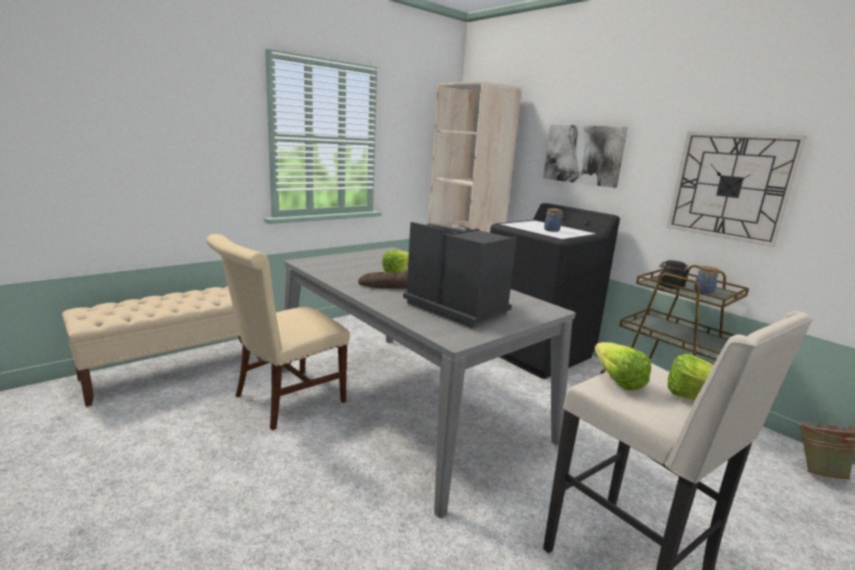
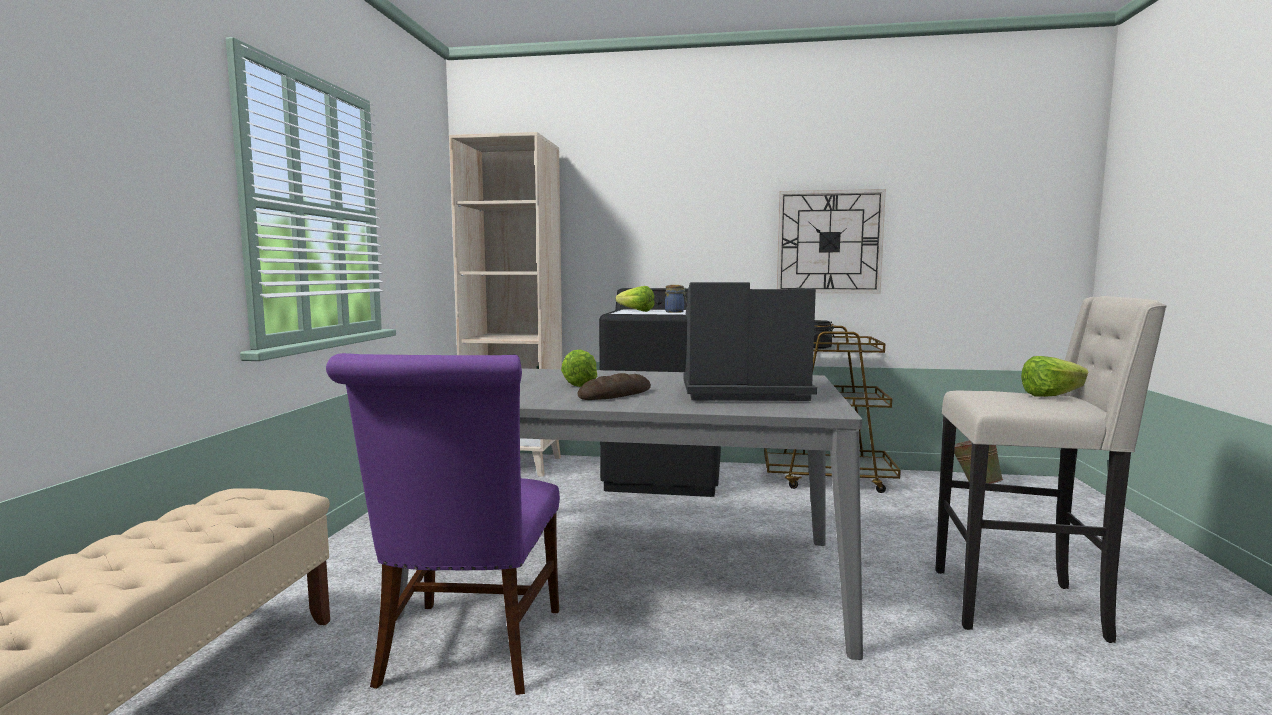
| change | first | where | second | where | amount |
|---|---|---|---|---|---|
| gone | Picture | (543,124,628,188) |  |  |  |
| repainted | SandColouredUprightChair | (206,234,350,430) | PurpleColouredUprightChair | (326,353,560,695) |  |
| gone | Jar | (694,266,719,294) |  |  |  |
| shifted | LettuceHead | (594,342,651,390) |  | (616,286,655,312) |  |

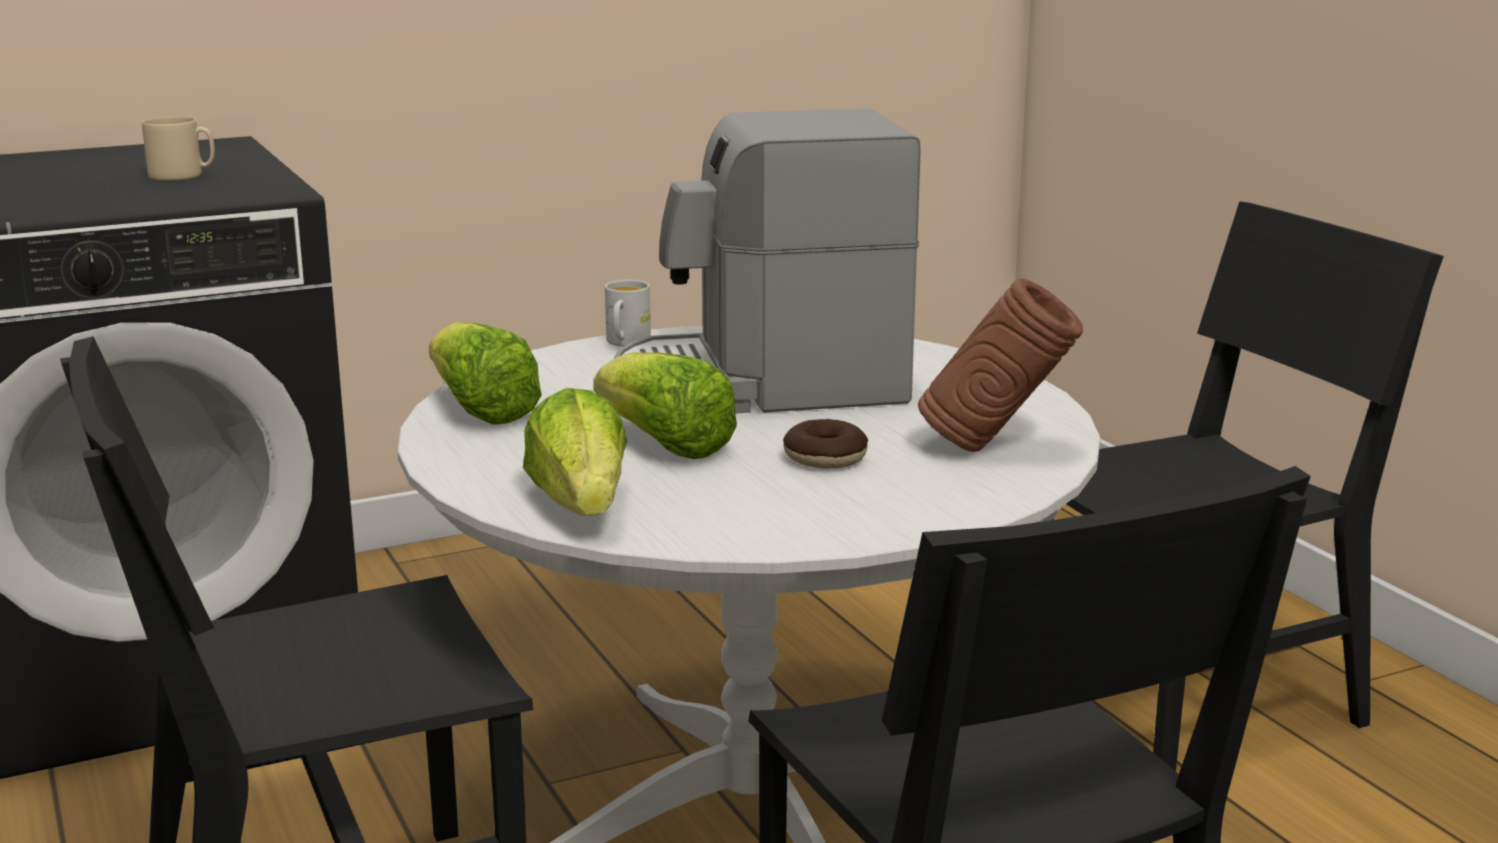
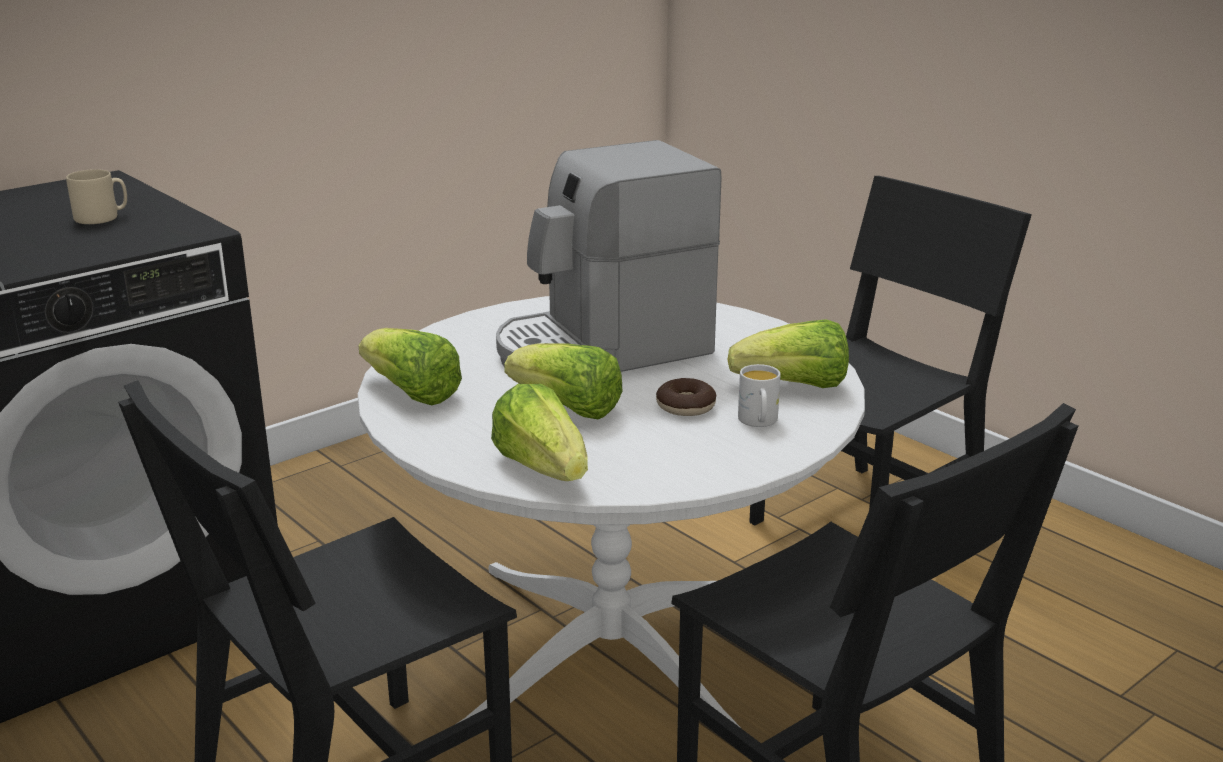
| change | first | where | second | where | amount |
|---|---|---|---|---|---|
| swapped | BrownColouredFlowerVase | (918,278,1083,452) | LettuceHead | (727,319,849,388) |  |
| shifted | WhitishMug | (605,280,651,347) |  | (738,364,781,427) |  |

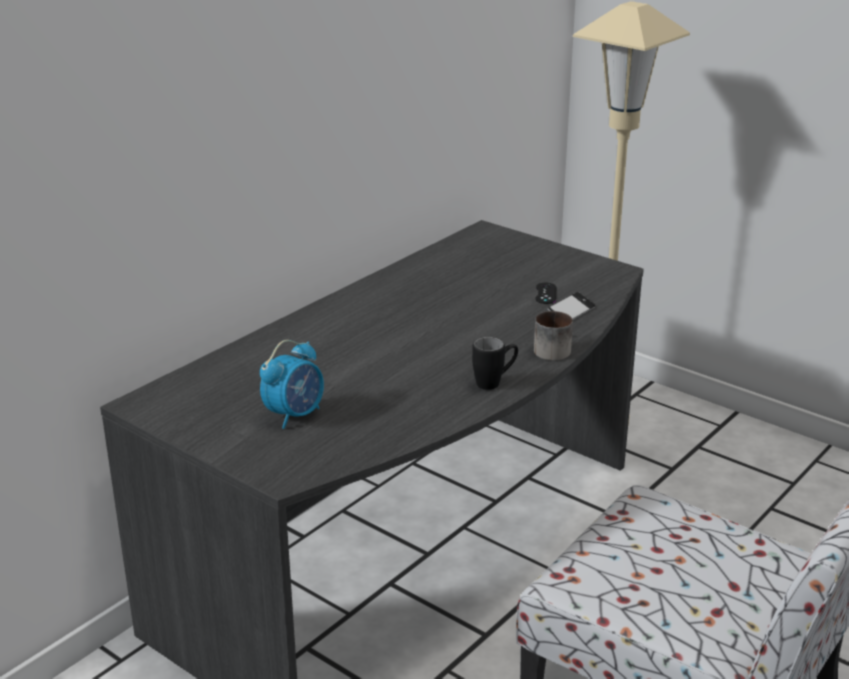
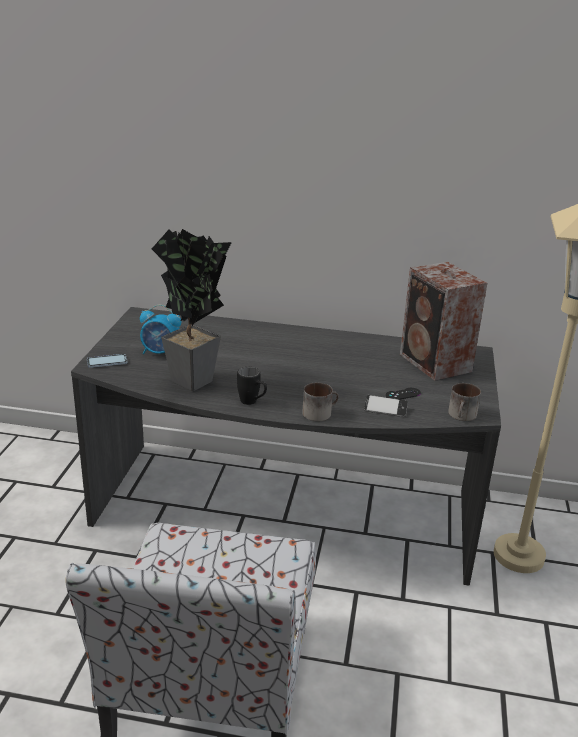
| change | first | where | second | where | amount |
|---|---|---|---|---|---|
| new |  |  | PottedPlant | (152,229,232,391) |  |
| new |  |  | Speaker | (400,262,487,381) |  |
| new |  |  | Phone | (87,354,128,368) |  |
| new |  |  | Mug | (448,383,481,421) |  |

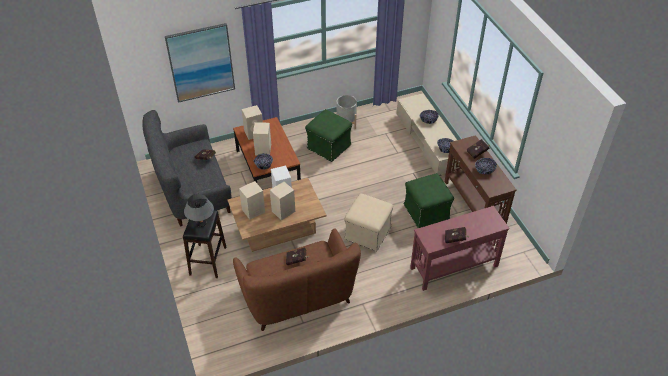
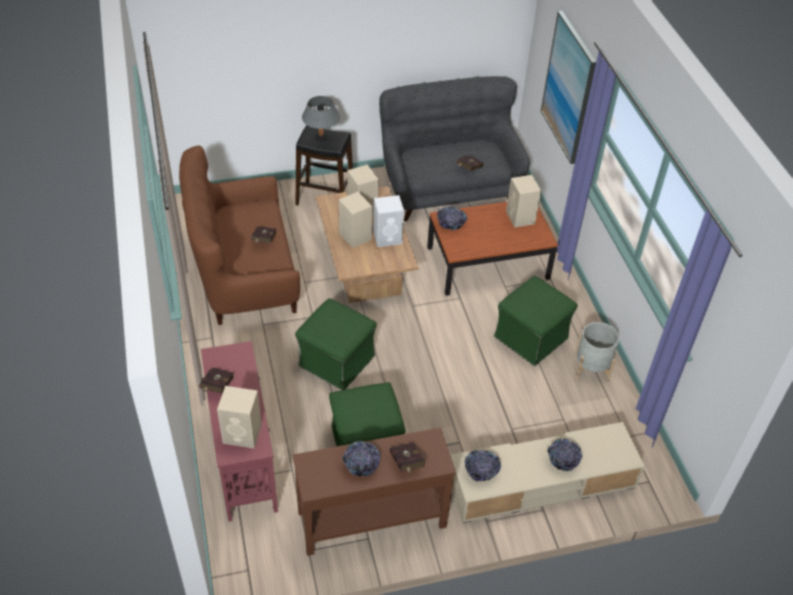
| change | first | where | second | where | amount |
|---|---|---|---|---|---|
| shifted | SandColouredSpeaker | (253,122,271,155) |  | (217,386,262,448) |  |
| repainted | SandColouredPouffe | (344,193,394,252) | GreenishPouffe | (295,298,377,390) |  |

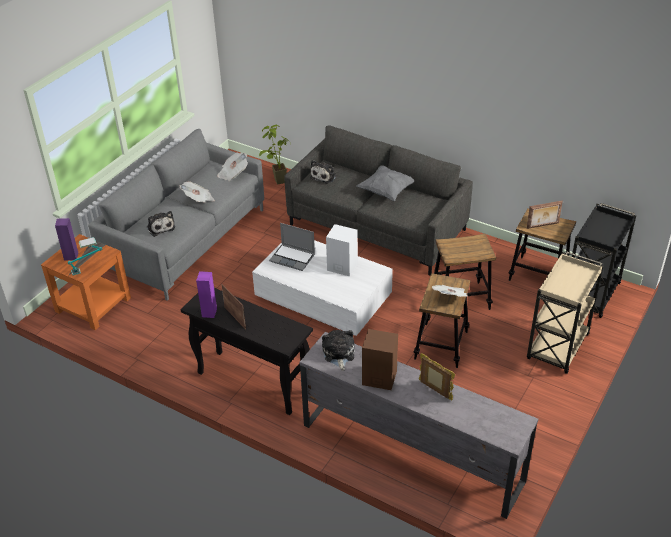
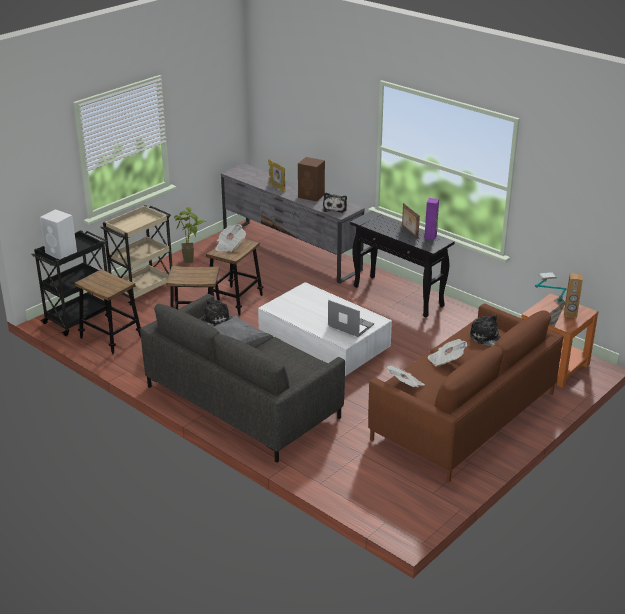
| change | first | where | second | where | amount |
|---|---|---|---|---|---|
| shifted | PottedPlant | (259,125,290,184) |  | (174,207,206,263) |  |
| repainted | GreyCouch | (88,129,264,301) | BrownColouredCouch | (368,303,564,482) |  |
| shifted | PlushToy | (310,160,336,184) |  | (201,300,231,327) |  |
| gone | PhotoFrame | (526,201,563,229) |  |  |  |
| repainted | PurpleColouredSpeaker | (55,218,78,260) | BrownColouredSpeaker | (564,273,583,318) |  |
| shifted | WhitishSpeaker | (326,224,358,276) |  | (40,209,77,259) |  |

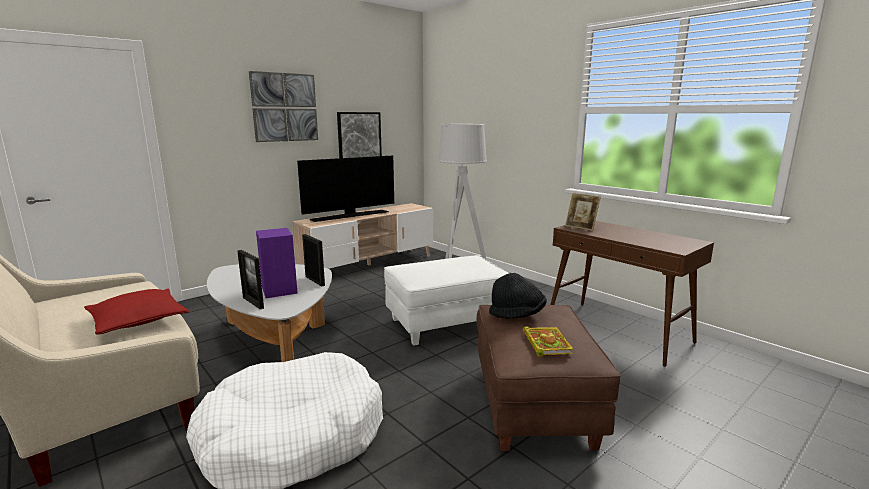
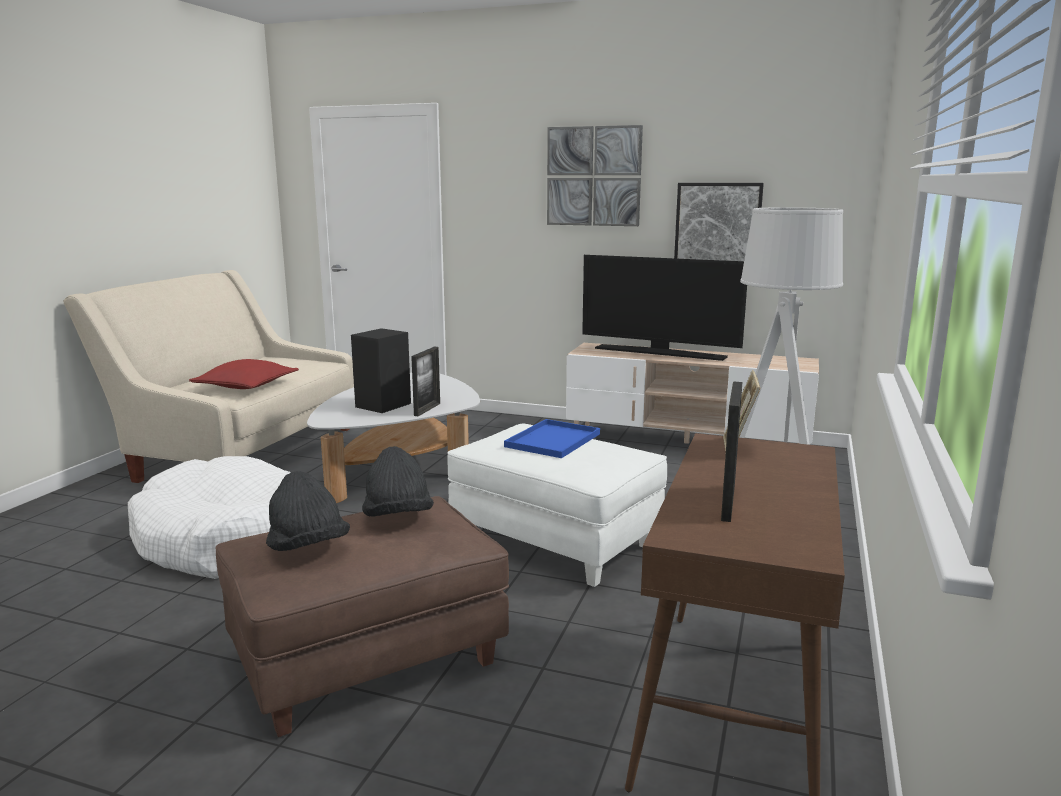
| change | first | where | second | where | amount |
|---|---|---|---|---|---|
| repainted | PurpleColouredSpeaker | (256,228,298,298) | BlackishSpeaker | (351,328,411,413) |  |
| shifted | PhotoFrame | (237,250,264,309) |  | (721,382,742,522) |  |
| swapped | Volume | (523,326,573,357) | BlackishWearableHat | (266,471,350,551) |  |
| new |  |  | BlueColouredTray | (504,419,600,458) |  |

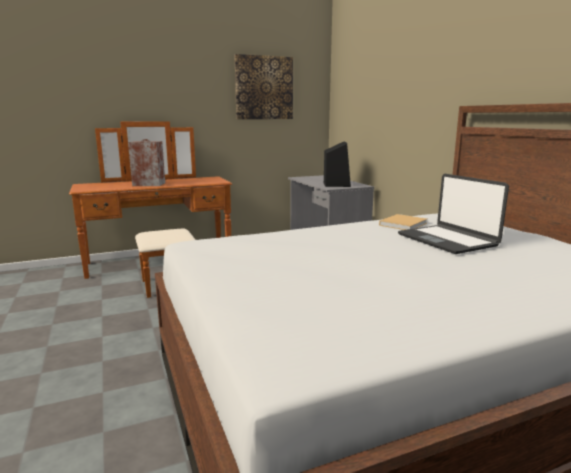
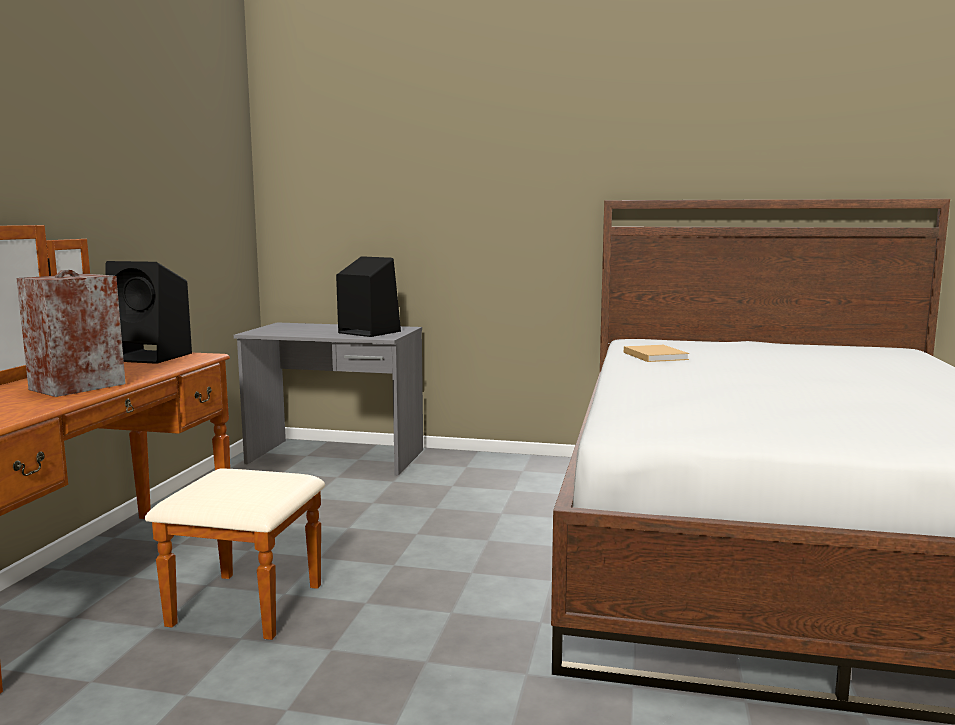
| change | first | where | second | where | amount |
|---|---|---|---|---|---|
| gone | Picture | (234,54,293,119) |  |  |  |
| gone | Laptop | (398,174,509,254) |  |  |  |
| new |  |  | BlackishSpeaker | (106,261,192,364) |  |

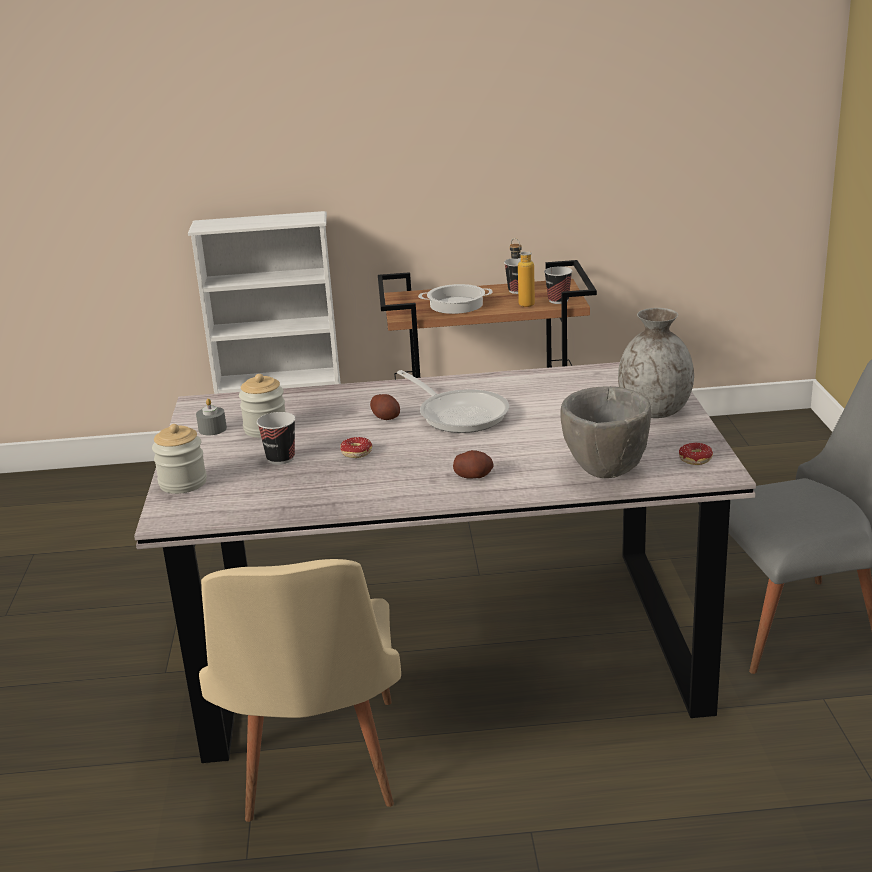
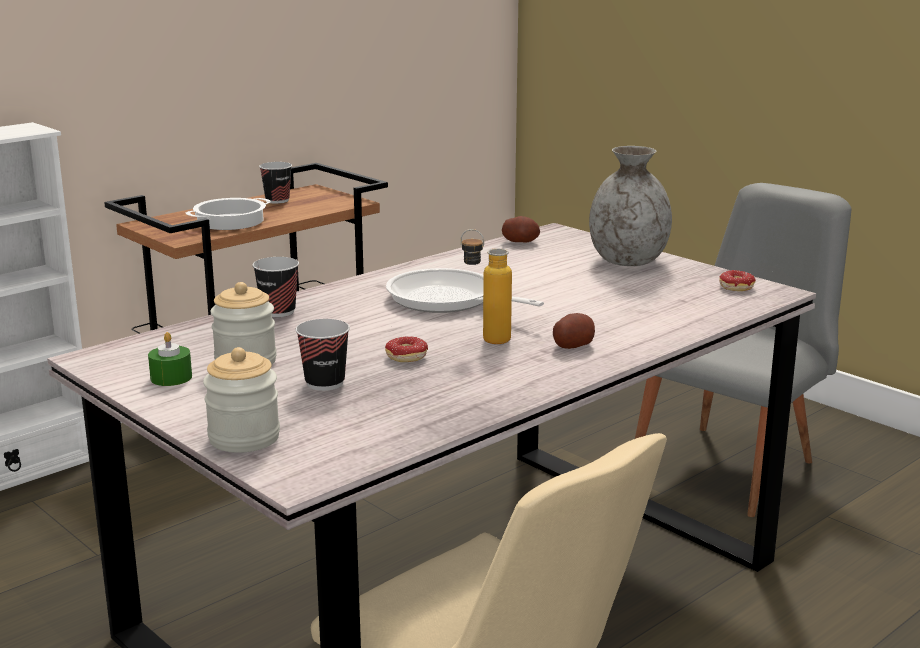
| change | first | where | second | where | amount |
|---|---|---|---|---|---|
| shifted | DrinkBottle | (510,238,535,307) |  | (460,229,512,344) |  |
| shifted | SmallCup | (544,267,572,304) |  | (252,257,299,317) |  |
| rotated | Skillet | (397,370,509,433) |  | (386,268,544,313) | 150 degrees counterclockwise |
| gone | GreyDeepDish | (561,386,651,478) |  |  |  |
| shifted | WholePotato | (370,394,400,420) |  | (502,216,540,243) |  |
| repainted | GreyWaxCandle | (196,399,227,435) | GreenishWaxCandle | (148,332,192,386) |  |

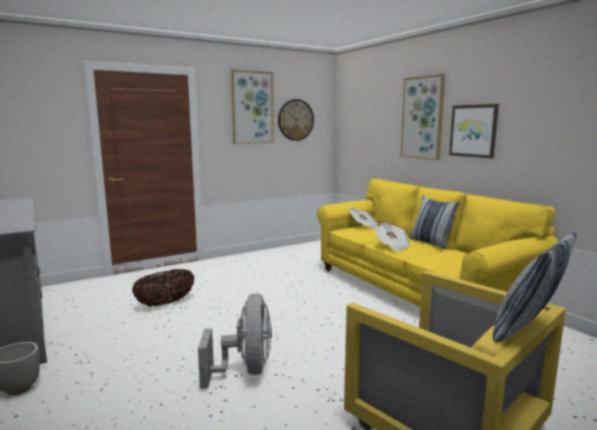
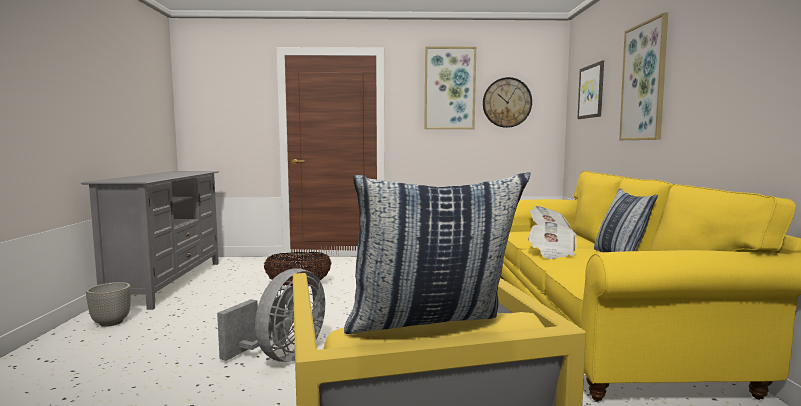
| change | first | where | second | where | amount |
|---|---|---|---|---|---|
| shifted | Picture | (449,104,499,159) |  | (577,61,604,119) |  |

